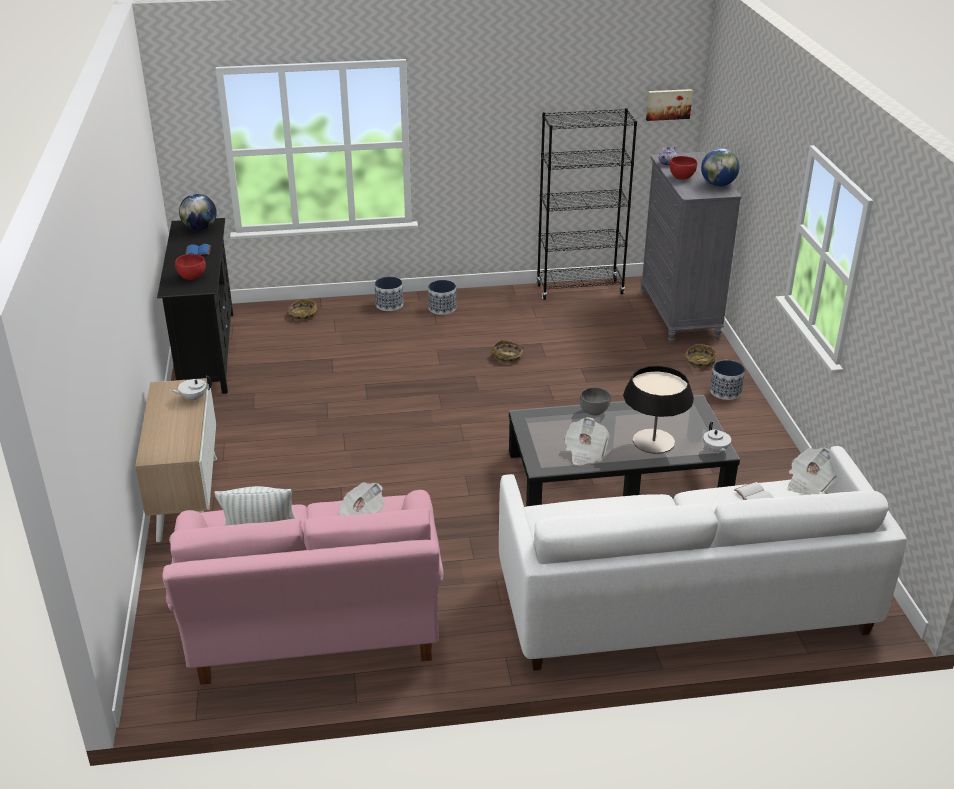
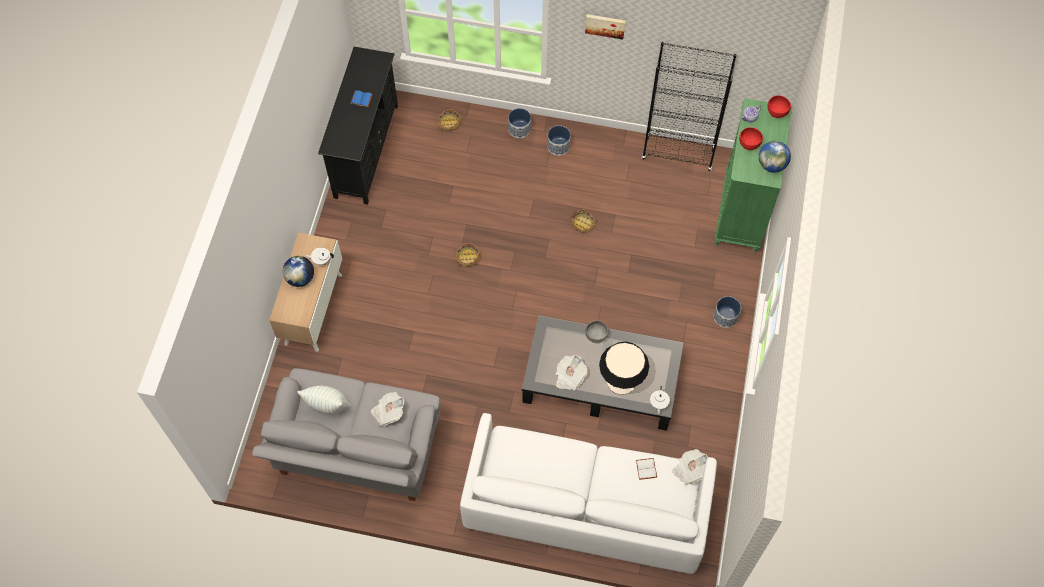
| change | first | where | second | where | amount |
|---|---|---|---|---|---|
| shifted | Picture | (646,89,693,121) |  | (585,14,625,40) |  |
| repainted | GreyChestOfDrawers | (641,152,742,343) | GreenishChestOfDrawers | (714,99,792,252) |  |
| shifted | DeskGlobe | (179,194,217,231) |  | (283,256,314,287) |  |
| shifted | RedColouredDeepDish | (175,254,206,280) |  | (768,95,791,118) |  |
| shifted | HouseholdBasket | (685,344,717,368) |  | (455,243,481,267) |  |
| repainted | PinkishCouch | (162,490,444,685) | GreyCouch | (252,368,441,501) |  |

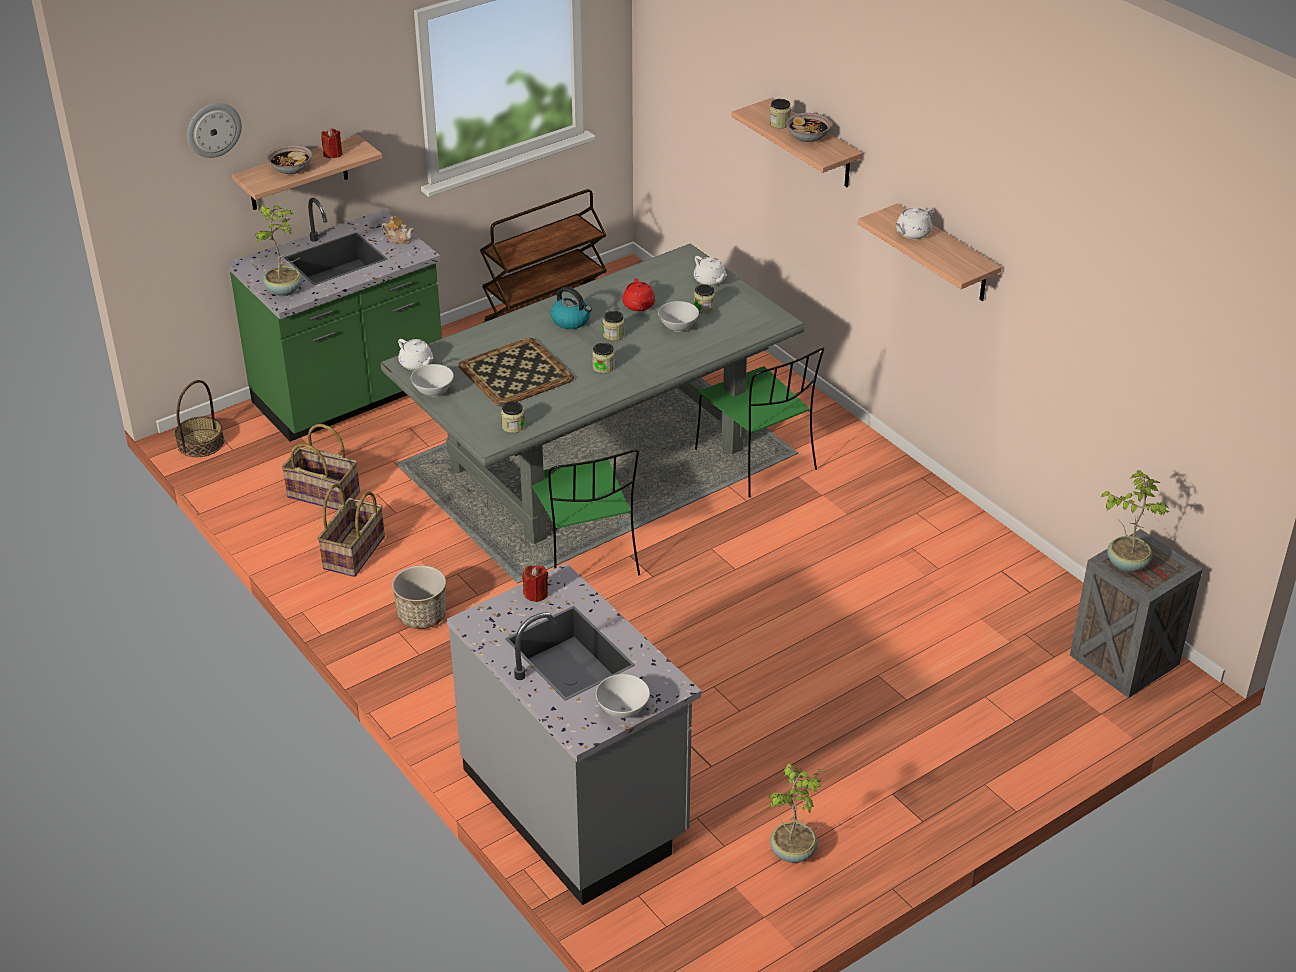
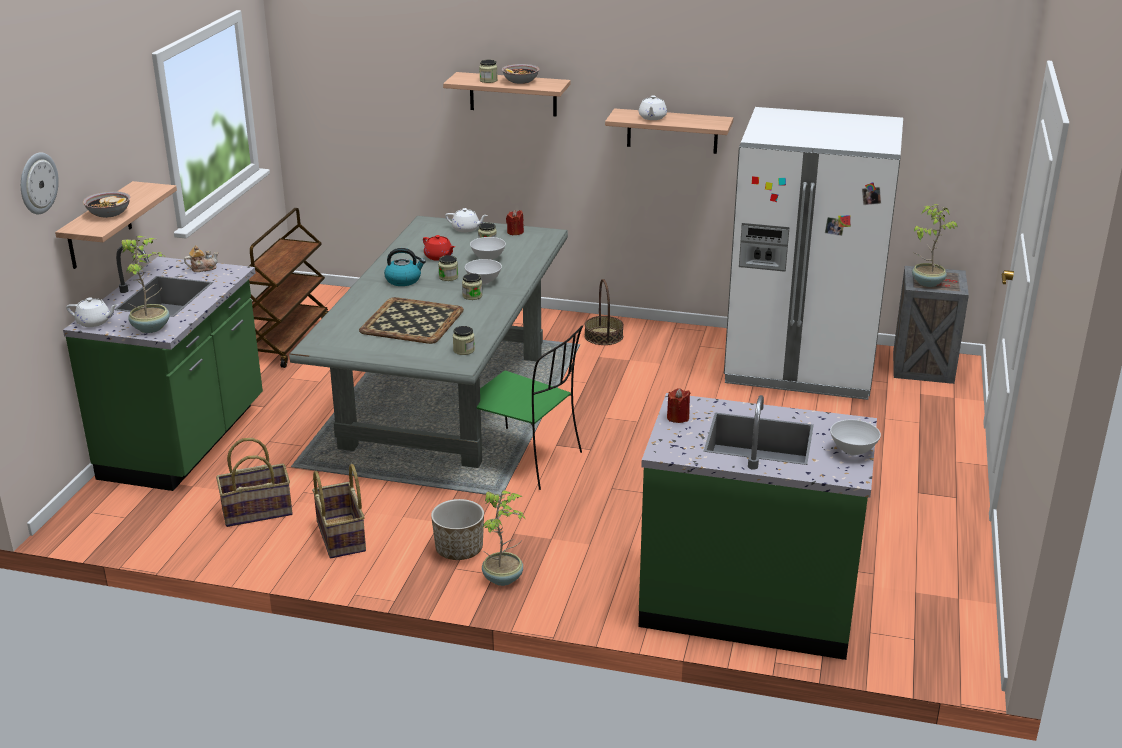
| change | first | where | second | where | amount |
|---|---|---|---|---|---|
| shifted | RedColouredWaxCandle | (321,129,343,158) |  | (506,210,524,235) |  |
| shifted | WhitishTeapot | (398,339,434,370) |  | (66,297,118,327) |  |
| gone | GreenishUprightChair | (695,347,824,497) |  |  |  |
| shifted | WhitishDeepDish | (411,364,454,396) |  | (465,259,502,285) |  |
| shifted | HouseholdBasket | (175,380,225,457) |  | (584,279,624,345) |  |
| repainted | GreyKitchenCounter | (447,563,701,905) | GreenishKitchenCounter | (639,393,877,660) |  |
| shifted | PottedPlant | (768,764,824,863) |  | (482,490,526,586) |  |
| new |  |  | WhitishKitchenFridge | (724,107,903,400) |  |

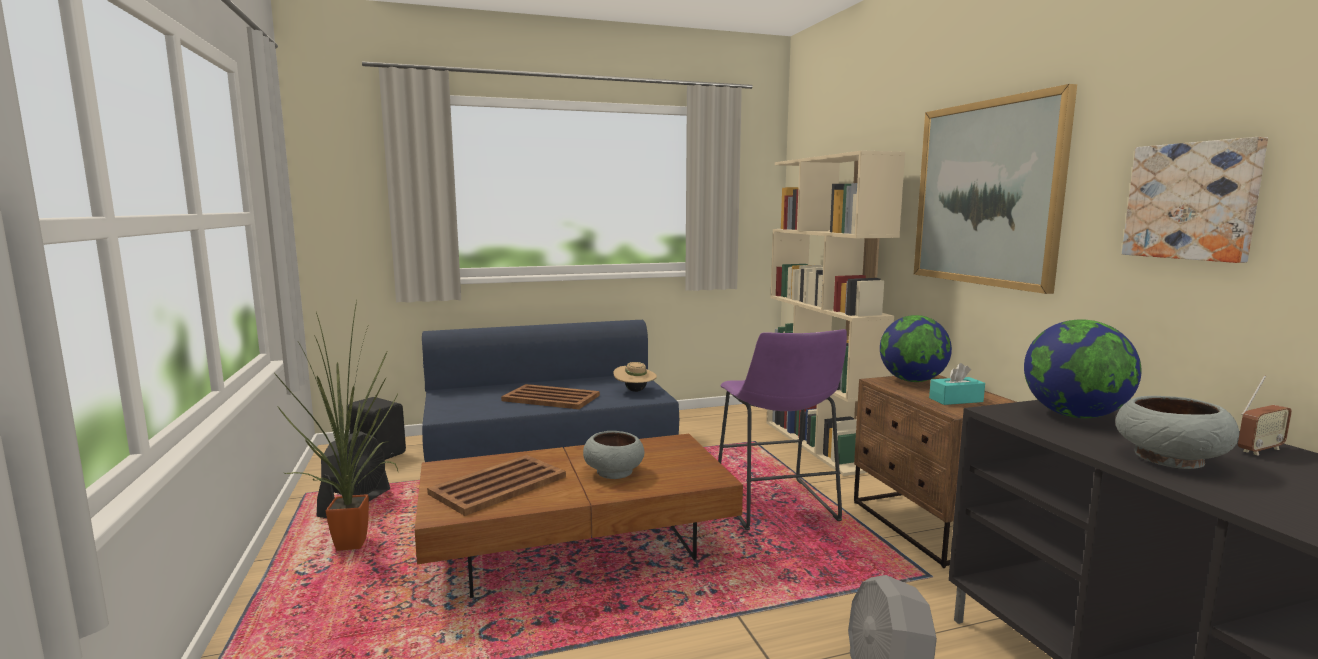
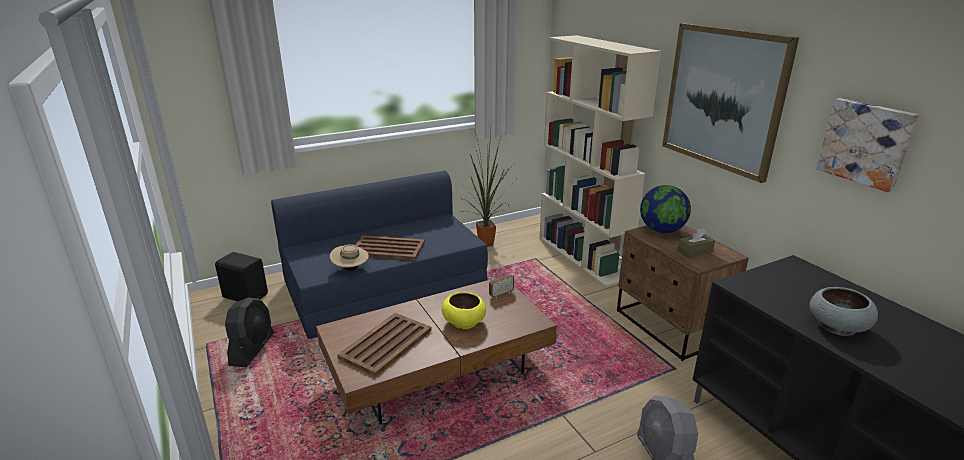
| change | first | where | second | where | amount |
|---|---|---|---|---|---|
| shifted | PottedPlant | (275,301,398,551) |  | (460,129,518,247) |  |
| gone | DeskGlobe | (1024,319,1141,418) |  |  |  |
| gone | PurpleColouredStool | (718,329,847,531) |  |  |  |
| shifted | SandColouredWearableHat | (613,362,657,392) |  | (330,244,369,271) |  |
| repainted | TurquoiseBoxOfTissues | (929,363,985,405) | BrownColouredBoxOfTissues | (677,228,715,258) |  |
| shifted | Radio | (1238,375,1292,455) |  | (489,264,514,298) |  |
| repainted | GreyDeepDish | (583,431,645,479) | YellowColouredDeepDish | (442,292,486,329) |  |

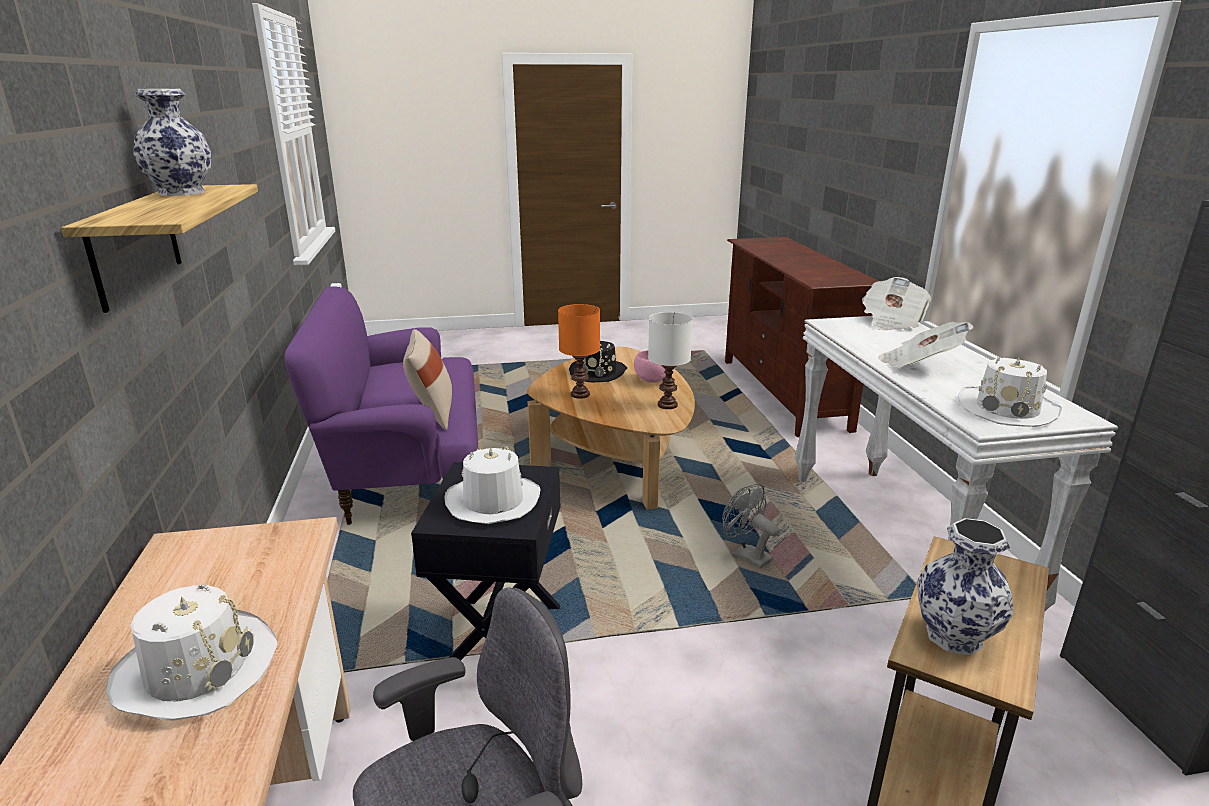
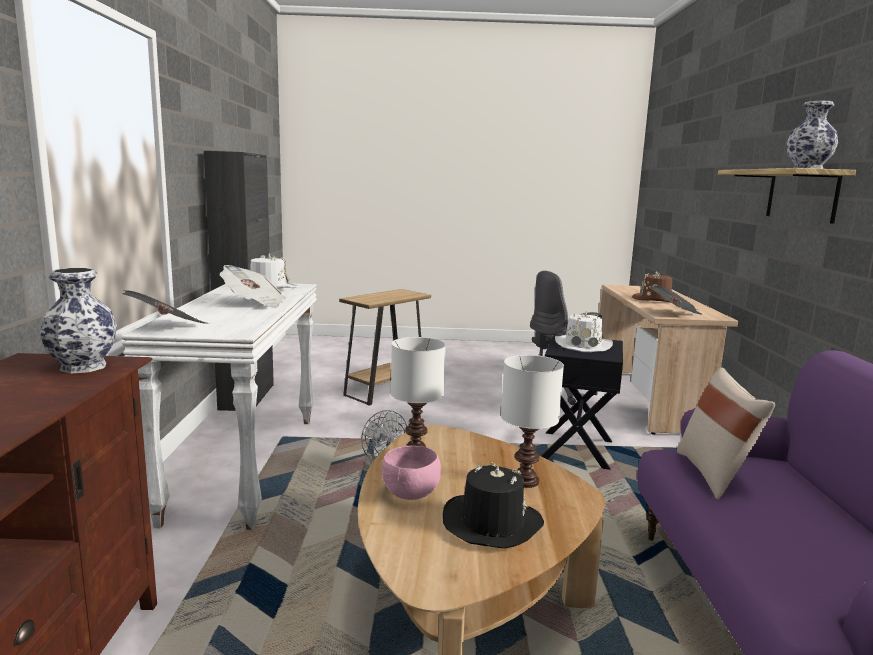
| change | first | where | second | where | amount |
|---|---|---|---|---|---|
| repainted | OrangeColouredLampForATable | (558,304,600,399) | WhitishLampForATable | (501,355,564,488) |  |
| shifted | FlowerVase | (917,518,1013,656) |  | (40,268,117,374) |  |
| repainted | WhitishWearableHat | (106,584,278,721) | BrownColouredWearableHat | (632,271,672,302) |  |
| new |  |  | Newspaper | (650,286,702,314) |  |

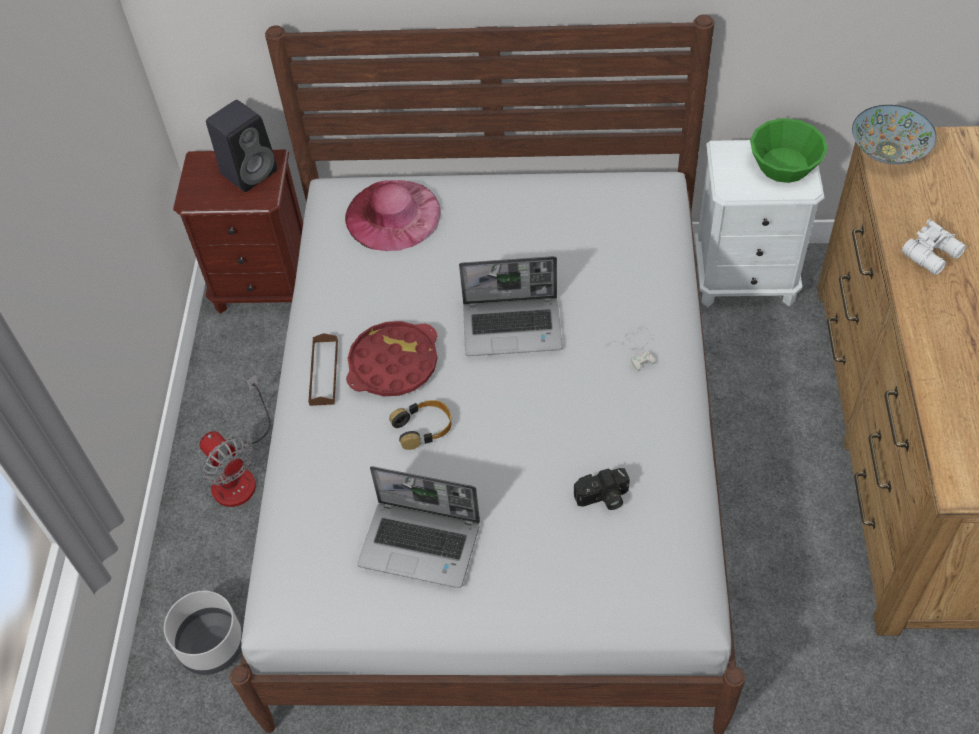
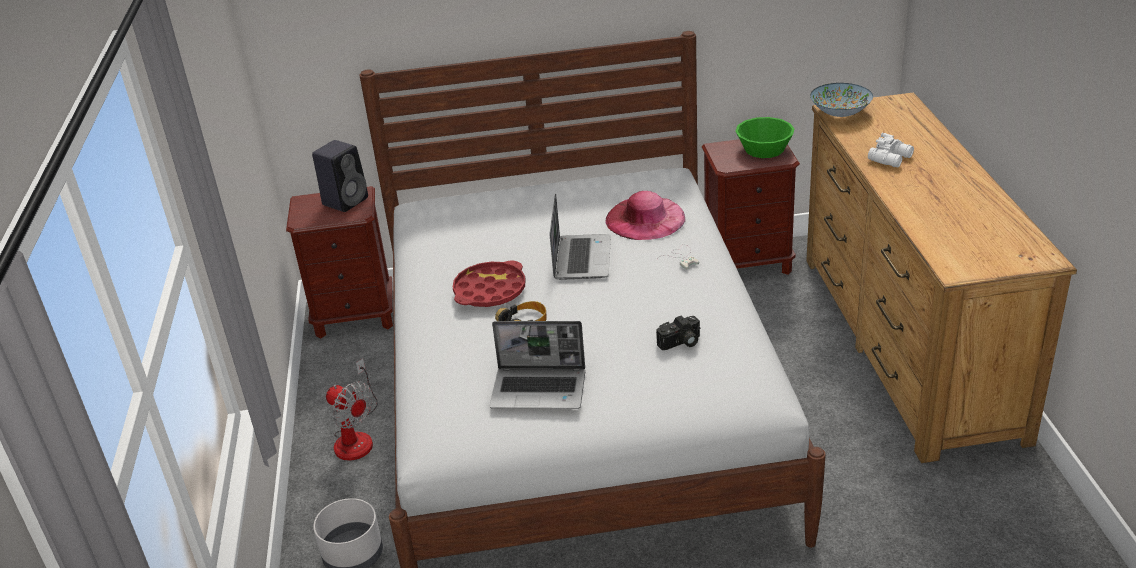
| change | first | where | second | where | amount |
|---|---|---|---|---|---|
| repainted | WhitishNightstand | (694,140,825,307) | BrownColouredNightstand | (702,139,800,275) |  |
| shifted | PinkishWearableHat | (345,180,441,251) |  | (605,191,685,240) |  |
| rotated | Laptop | (459,256,562,356) |  | (550,194,611,280) | 75 degrees counterclockwise |
| gone | BrownColouredTray | (308,333,338,406) |  |  |  |

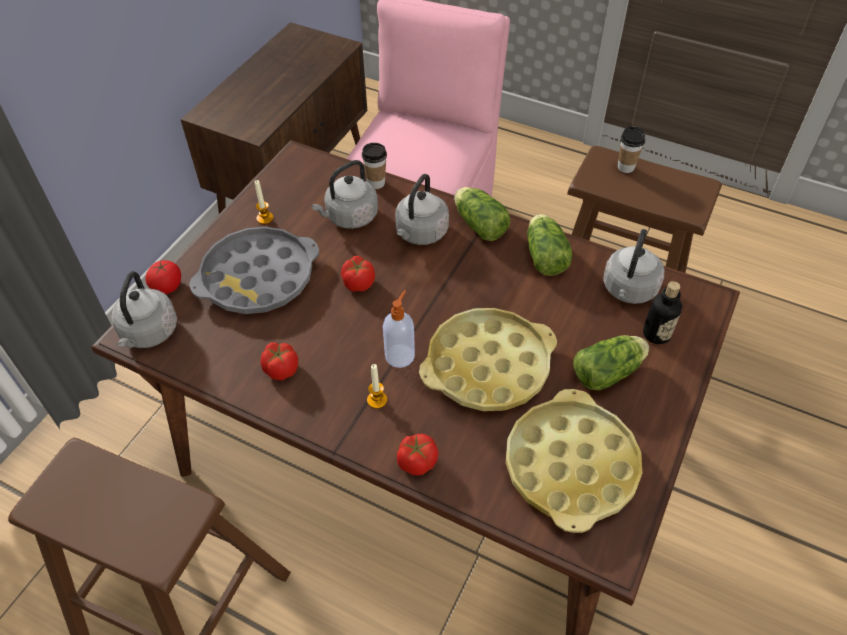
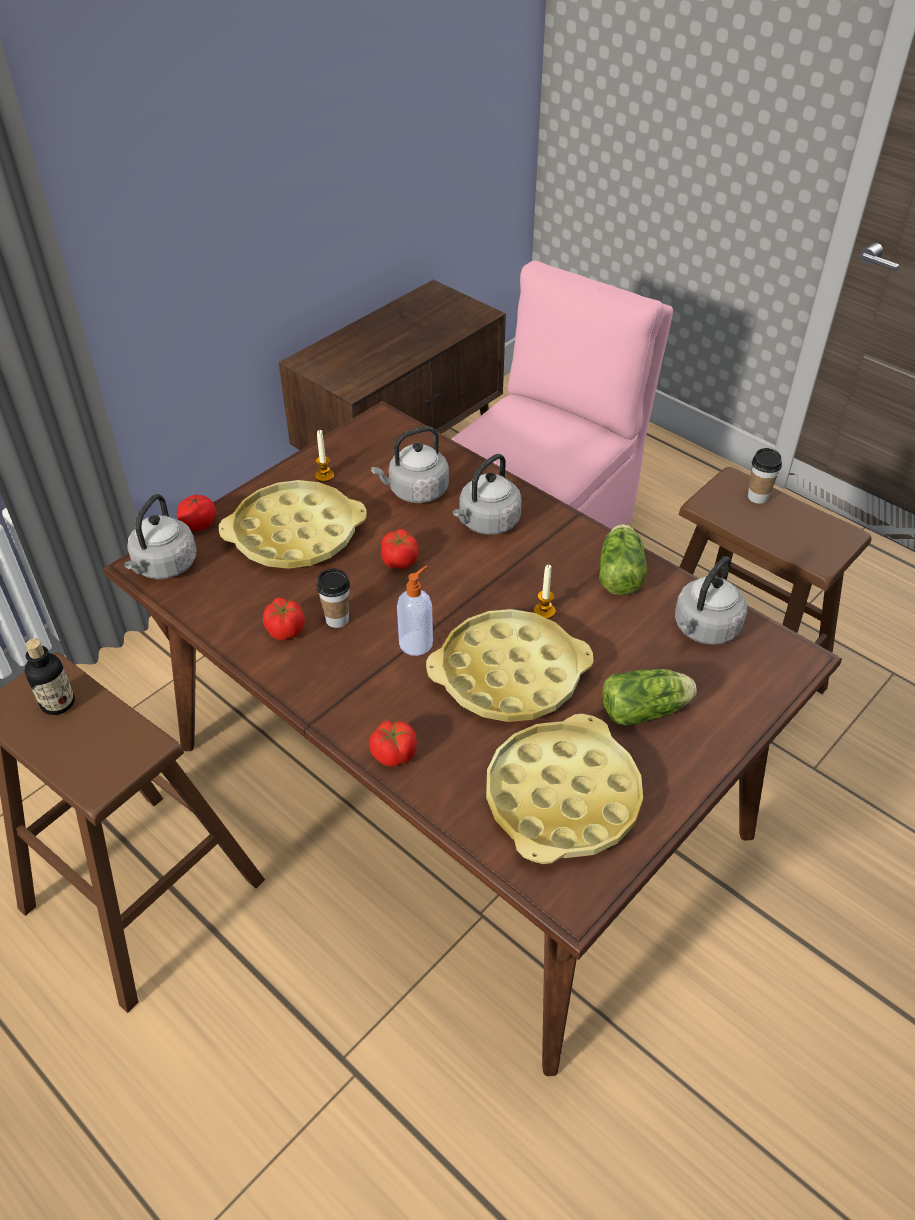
| change | first | where | second | where | amount |
|---|---|---|---|---|---|
| shifted | SmallCup | (362,143,387,189) |  | (316,568,350,628) |  |
| gone | LettuceHead | (454,187,510,241) |  |  |  |
| repainted | GreyTray | (189,227,319,314) | YellowColouredTray | (219,480,367,569) |  |
| shifted | DrinkBottle | (643,281,682,344) |  | (25,639,75,715) |  |
| shifted | WaxCandle | (367,364,387,409) |  | (534,565,555,619) |  |

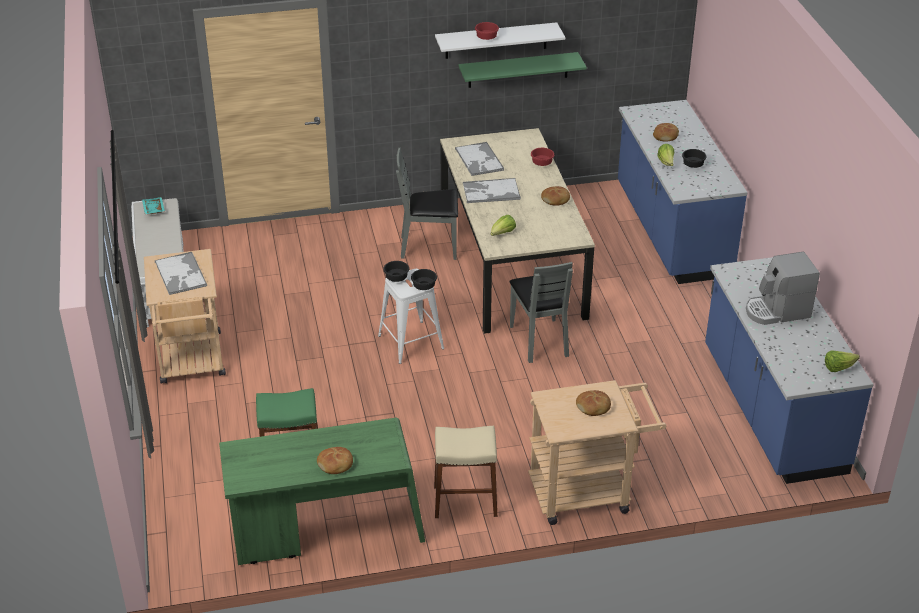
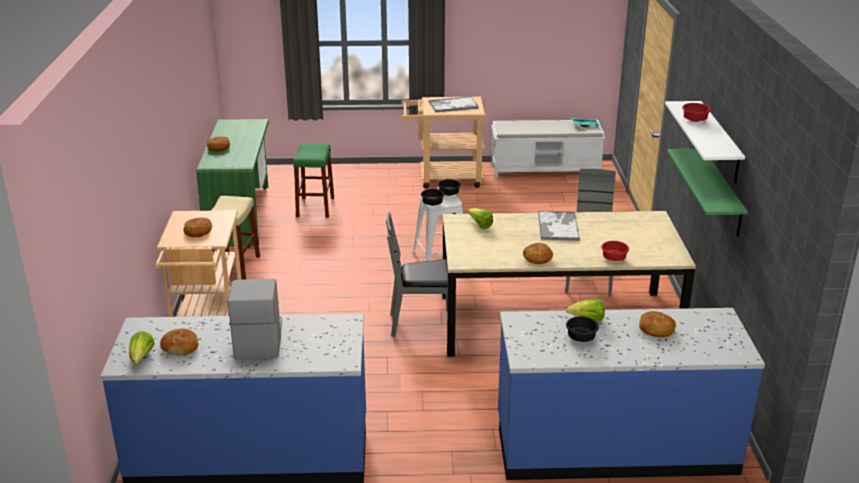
| change | first | where | second | where | amount |
|---|---|---|---|---|---|
| gone | Tray | (455,142,504,176) |  |  |  |
| new |  |  | Bread | (160,329,198,355) |  |

